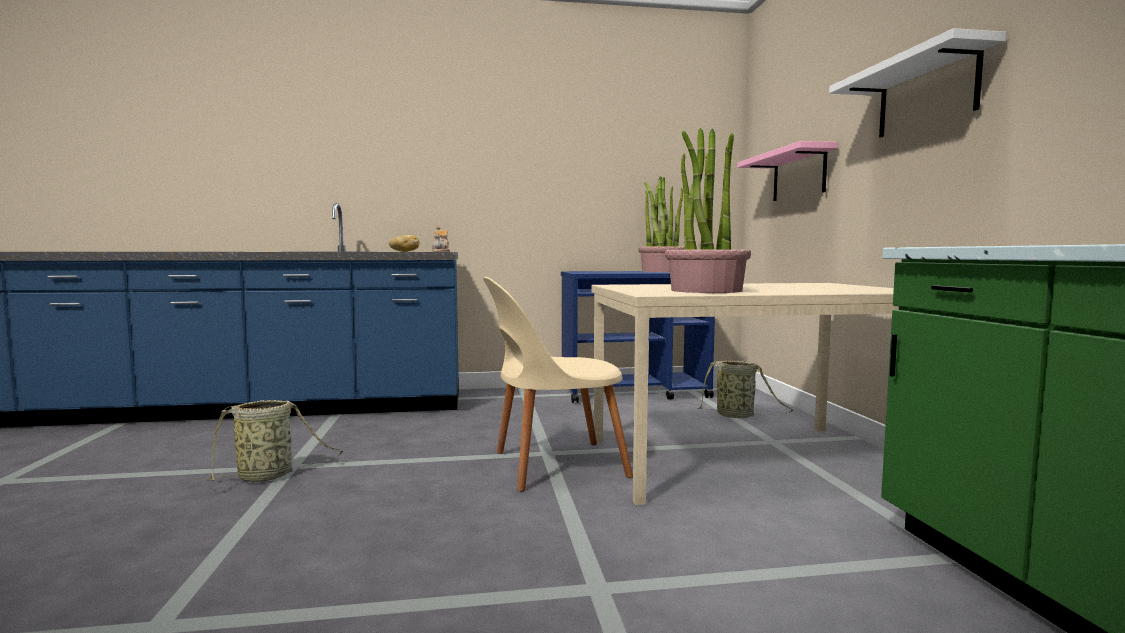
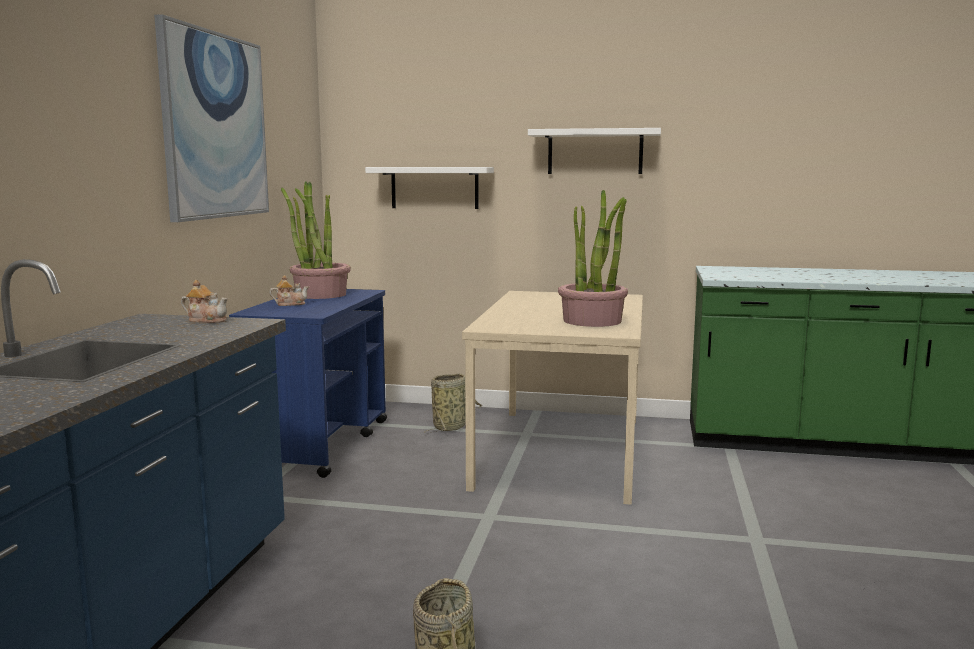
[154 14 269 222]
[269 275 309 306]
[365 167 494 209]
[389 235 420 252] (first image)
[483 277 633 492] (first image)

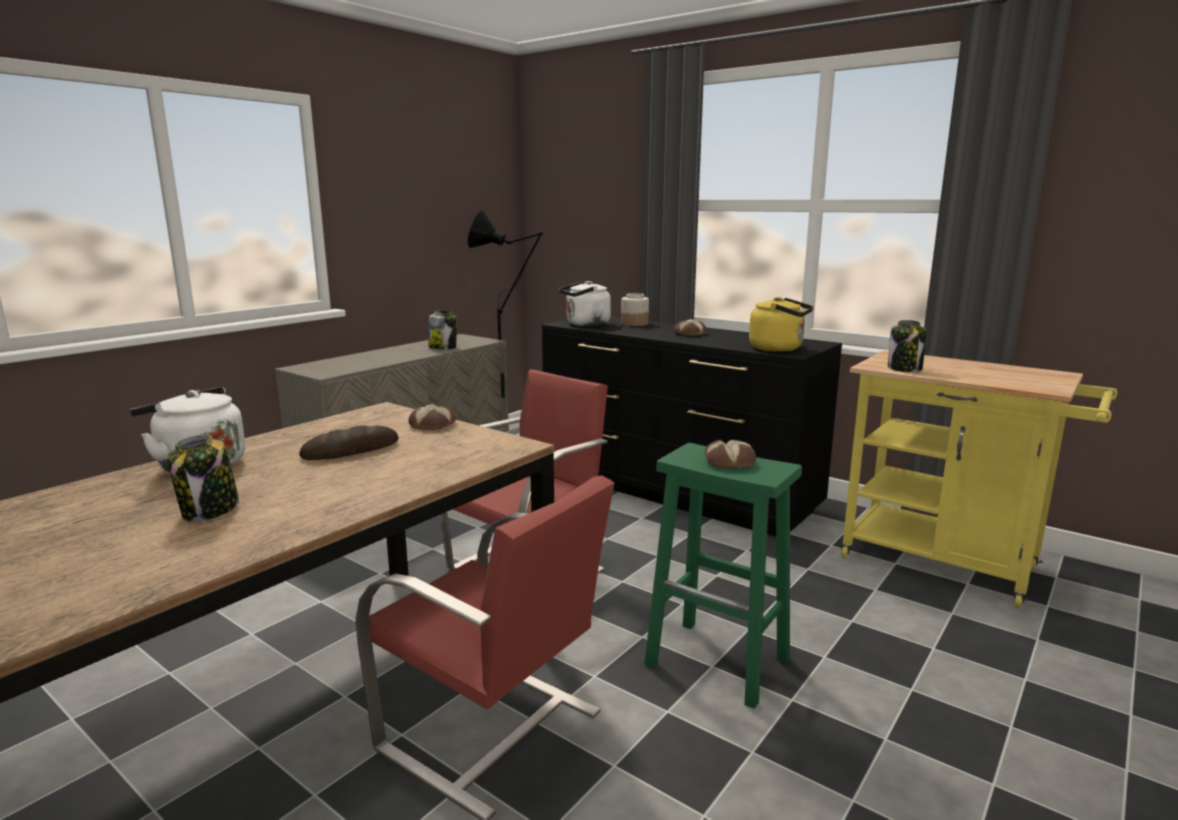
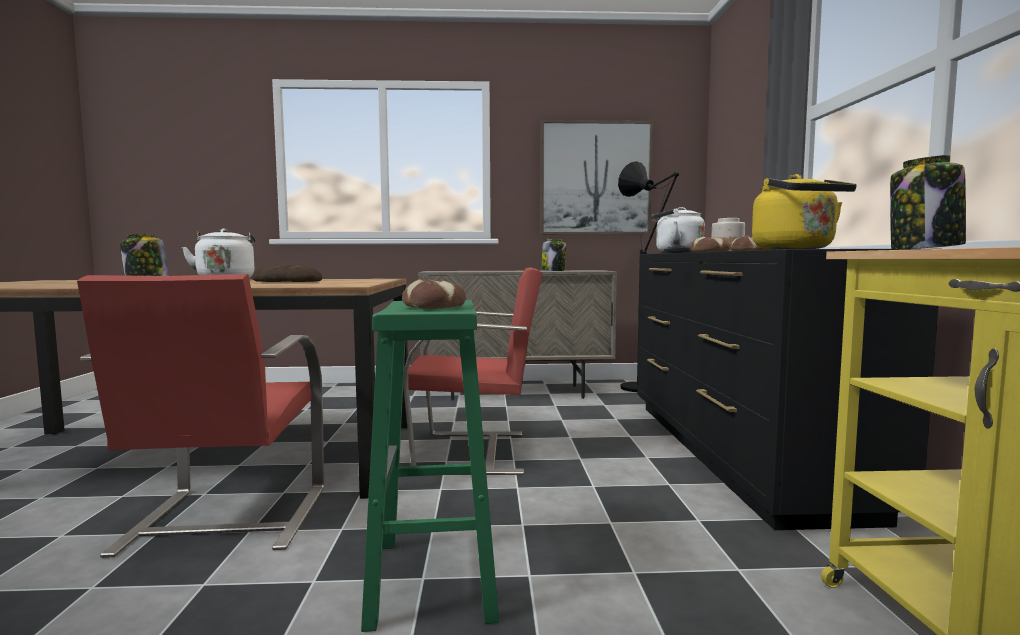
[541 120 653 235]
[690 237 730 252]

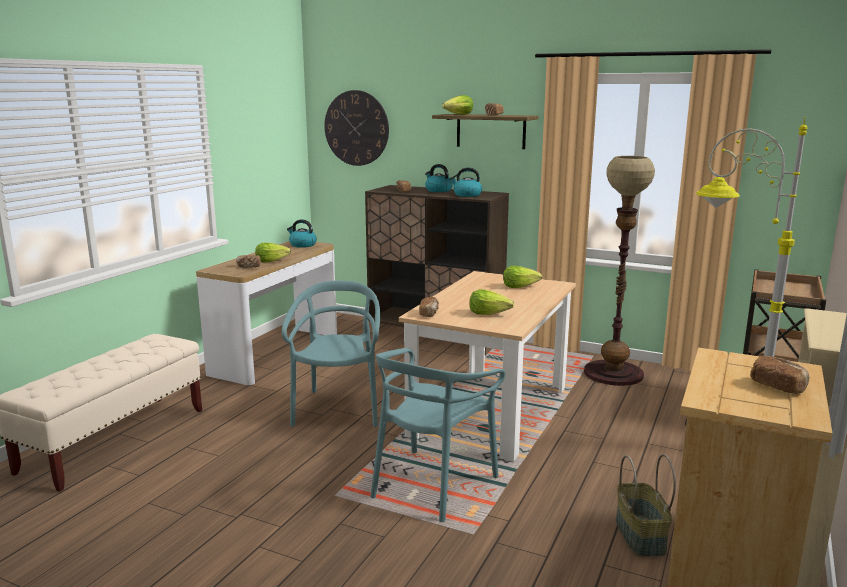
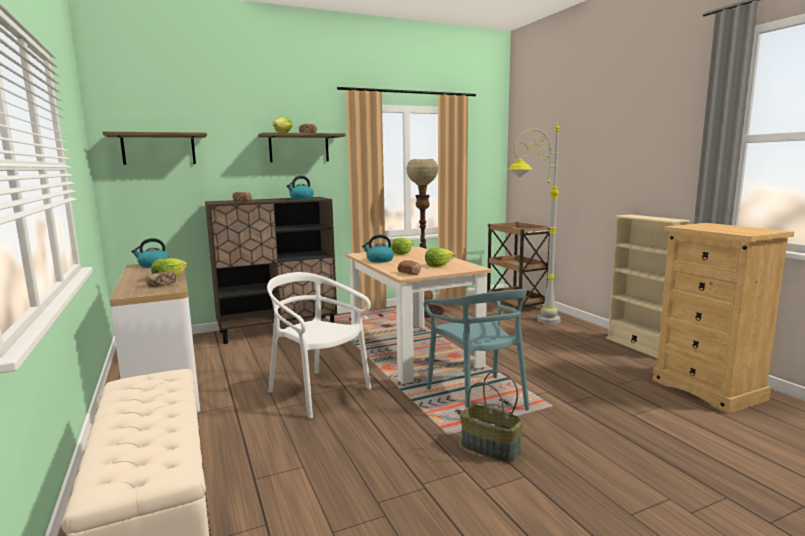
[103 131 207 165]
[267 272 371 418]
[362 235 394 263]
[460 371 523 463]
[750 356 810 394] (first image)

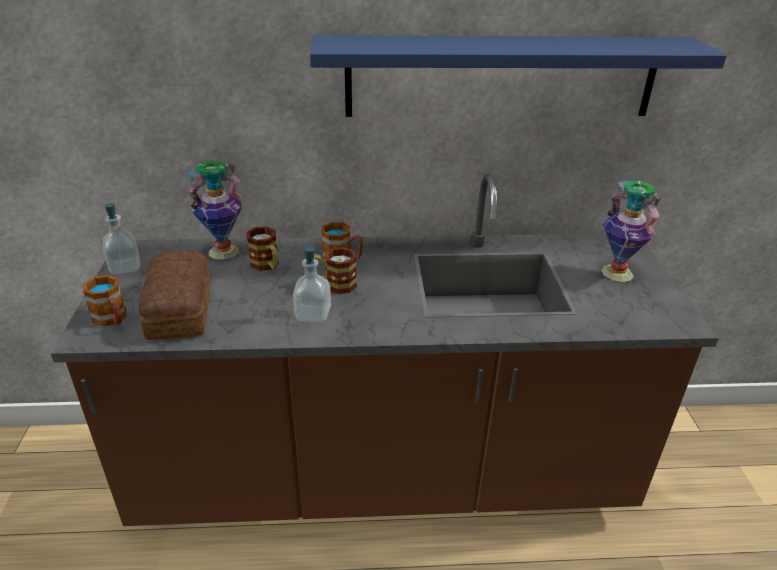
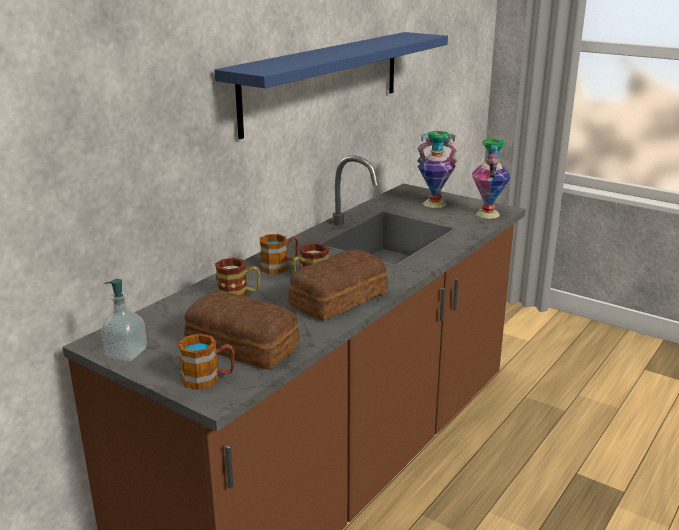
[288 249 388 321]
[472 139 511 219]

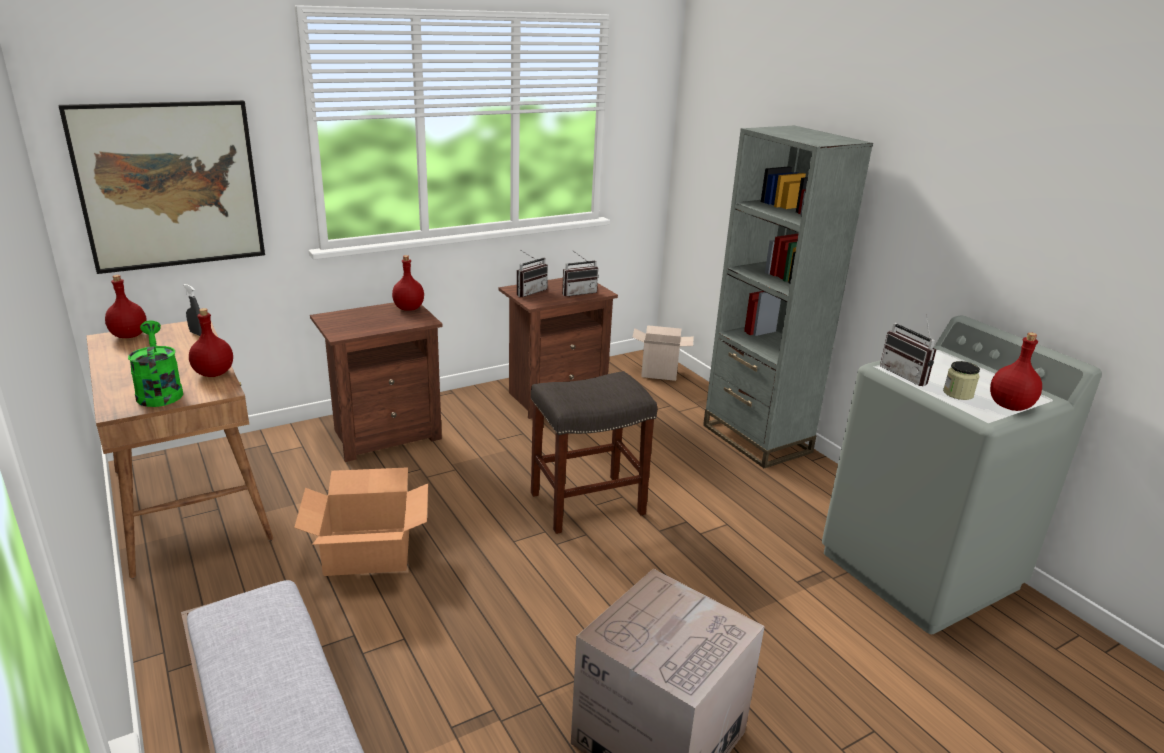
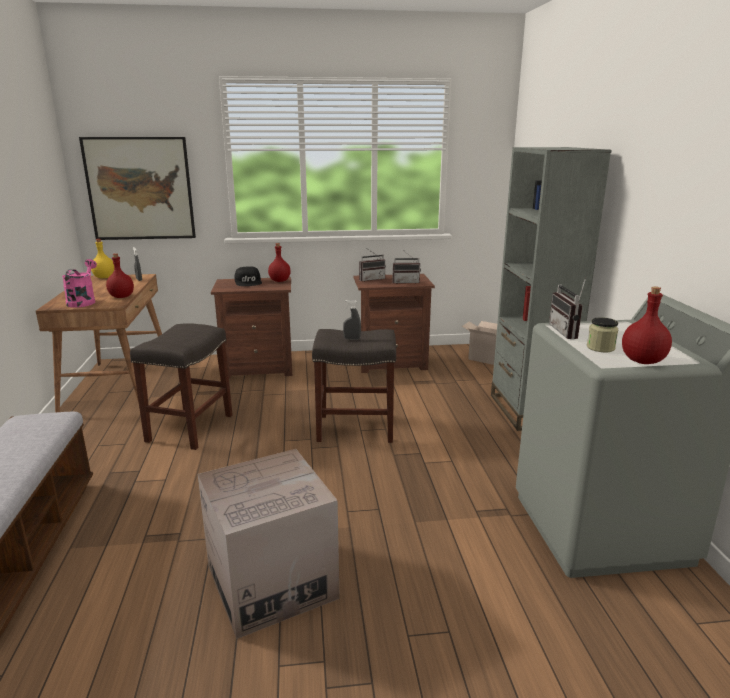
[62 259 97 308]
[91 239 114 278]
[130 323 233 450]
[235 266 262 286]
[343 300 361 340]

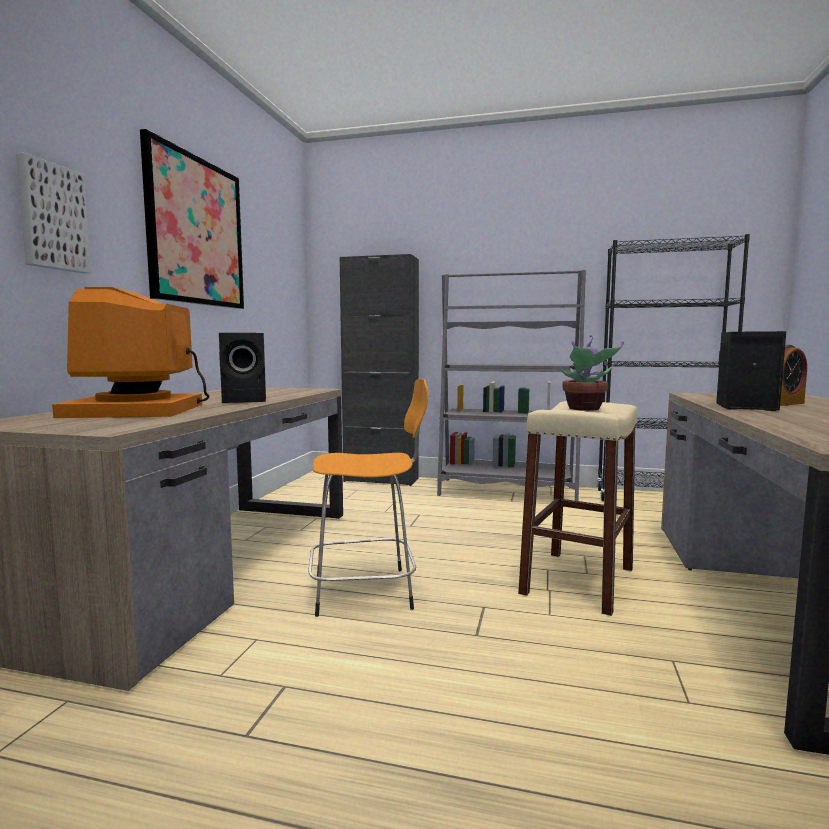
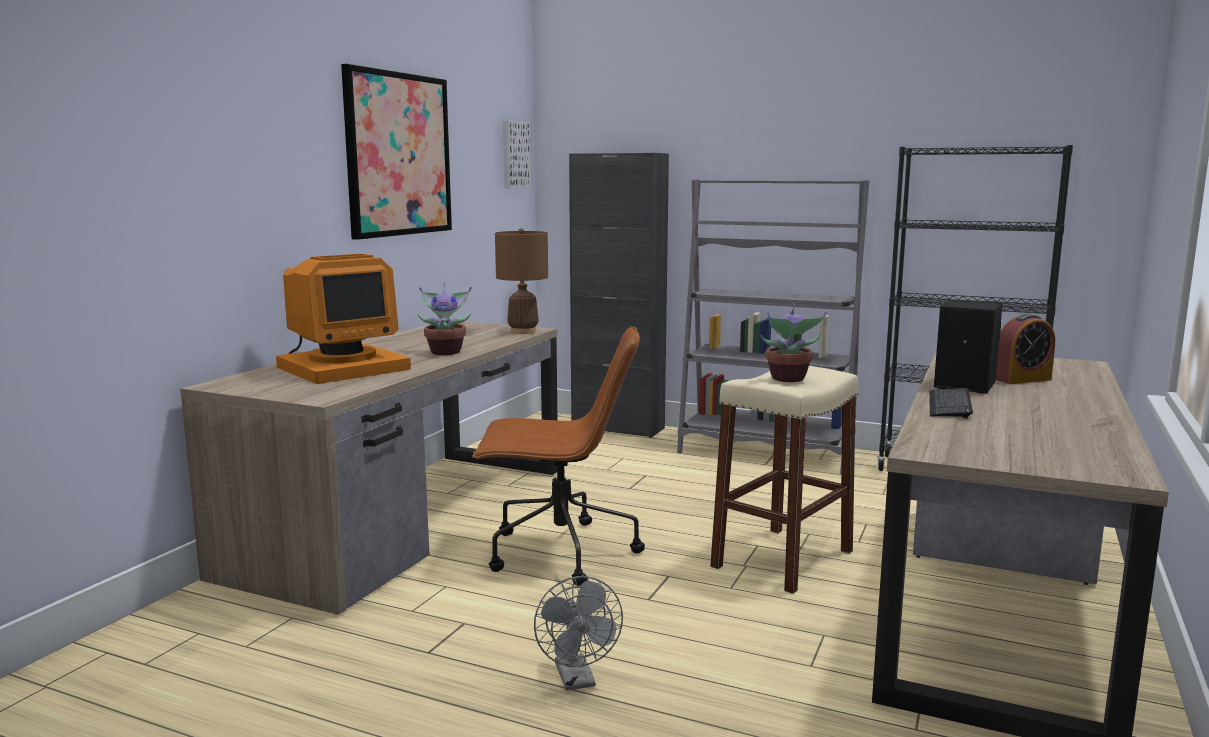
[276 254 411 384]
[417 283 472 355]
[472 326 645 586]
[495 228 548 334]
[503 120 531 188]
[534 576 623 690]
[929 388 973 419]

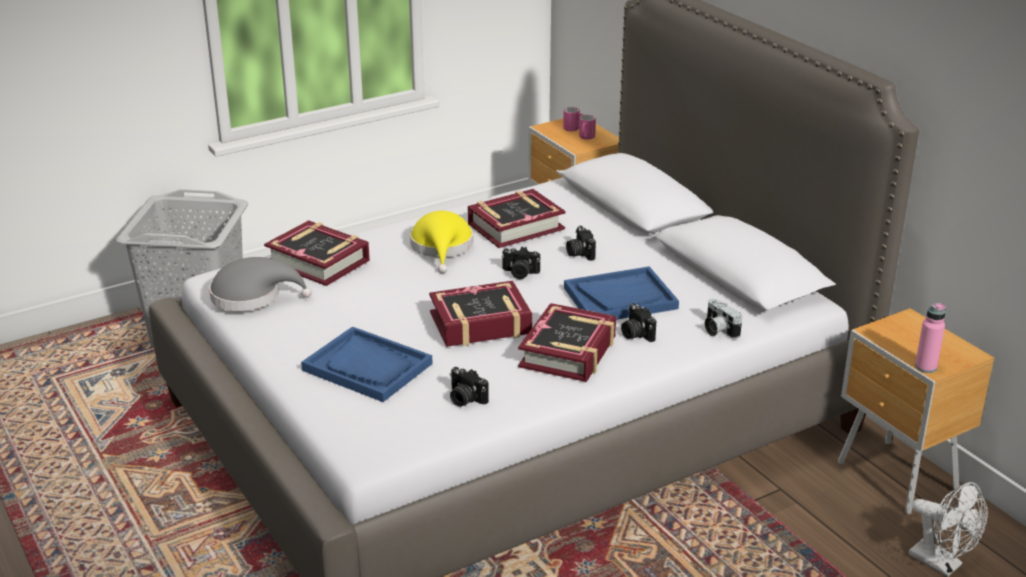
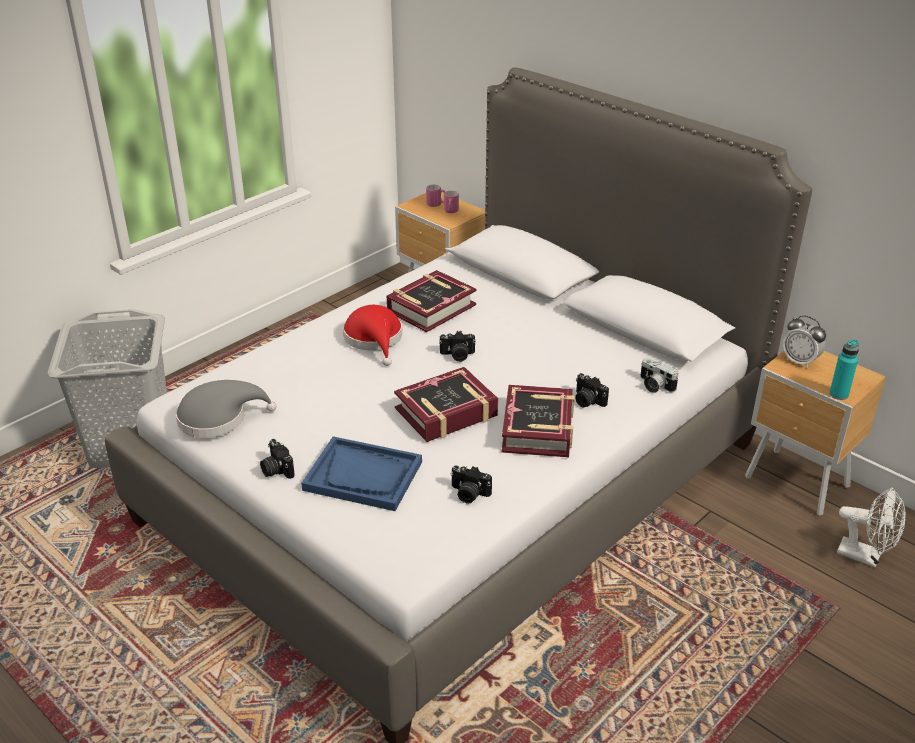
[260 439 295 479]
[343 305 402 366]
[783 315 826 369]
[829 339 859 400]
[264 220 370 286] (first image)
[564 266 679 320] (first image)

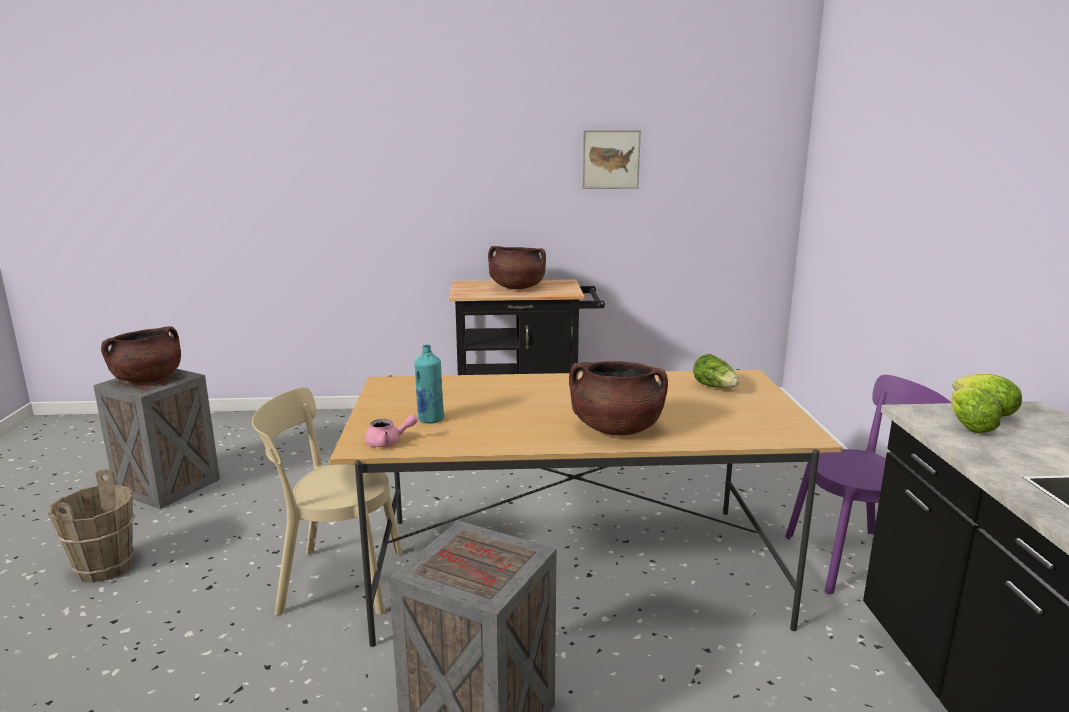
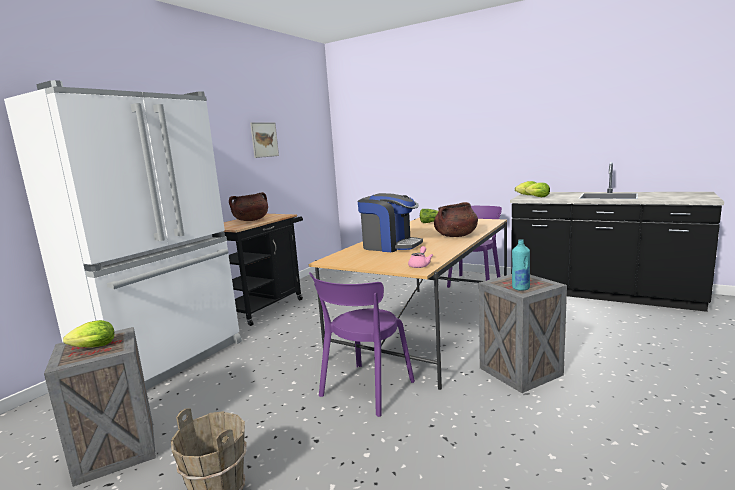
[4 80 242 390]
[63 320 114 347]
[309 272 415 417]
[358 193 423 252]
[512 240 530 291]

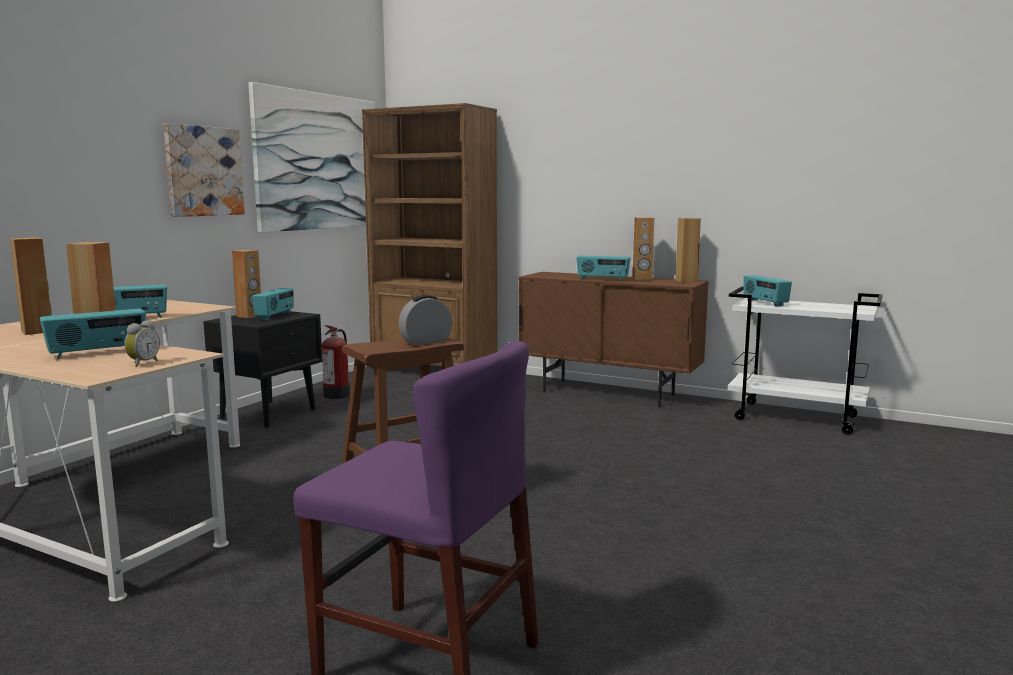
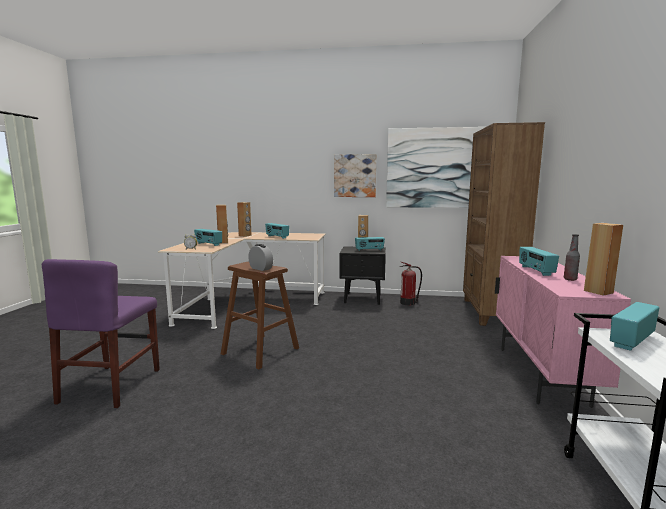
[495 256 631 408]
[564 234 580 281]

